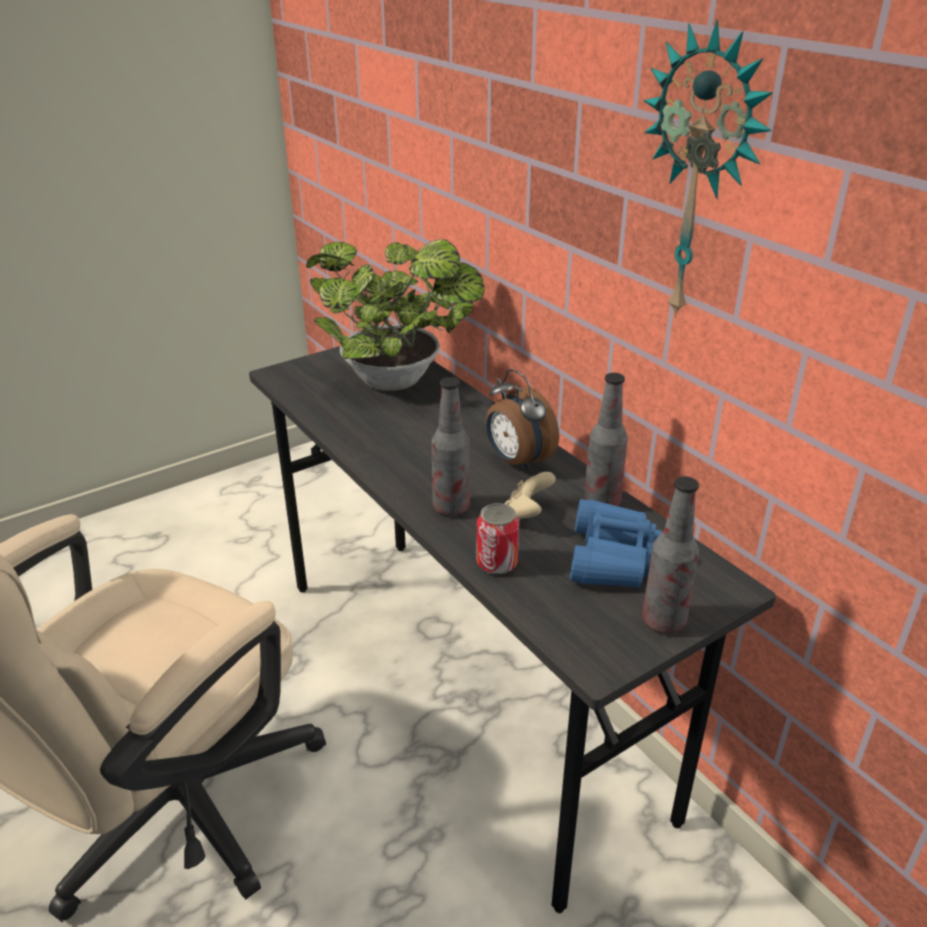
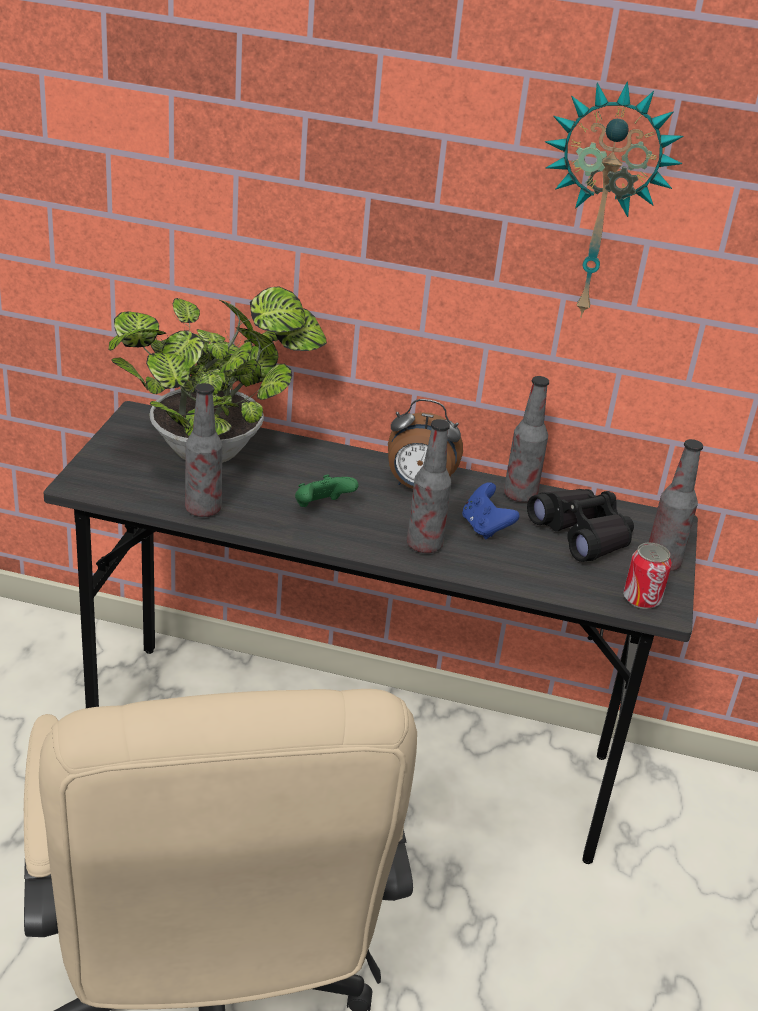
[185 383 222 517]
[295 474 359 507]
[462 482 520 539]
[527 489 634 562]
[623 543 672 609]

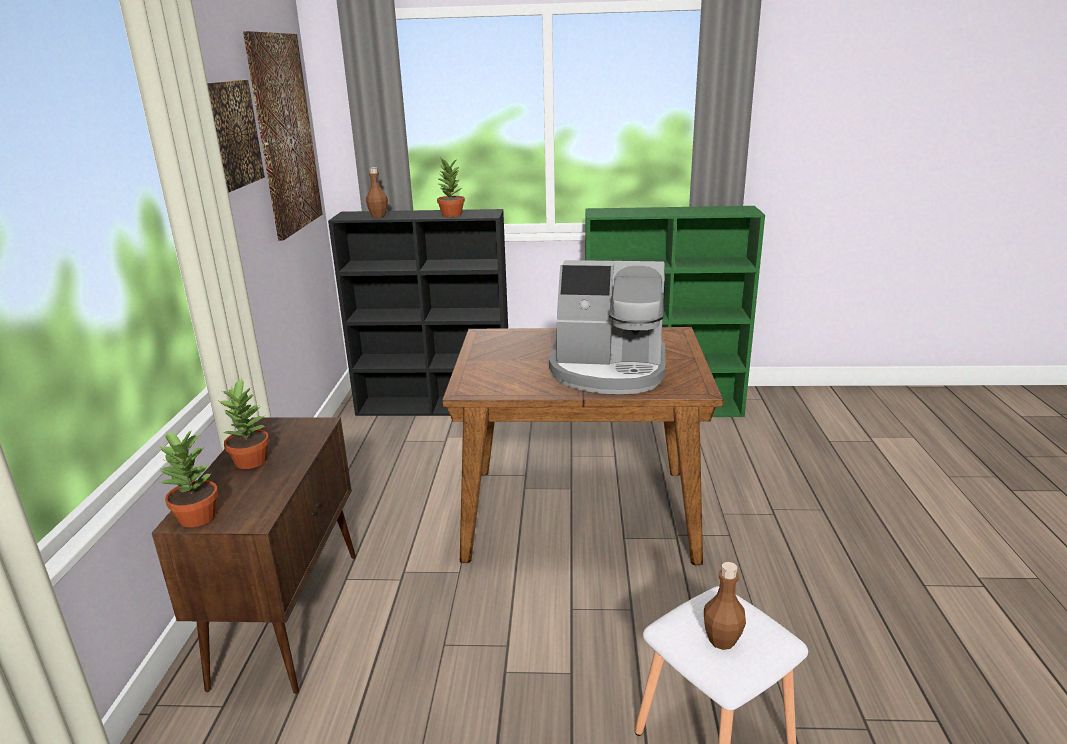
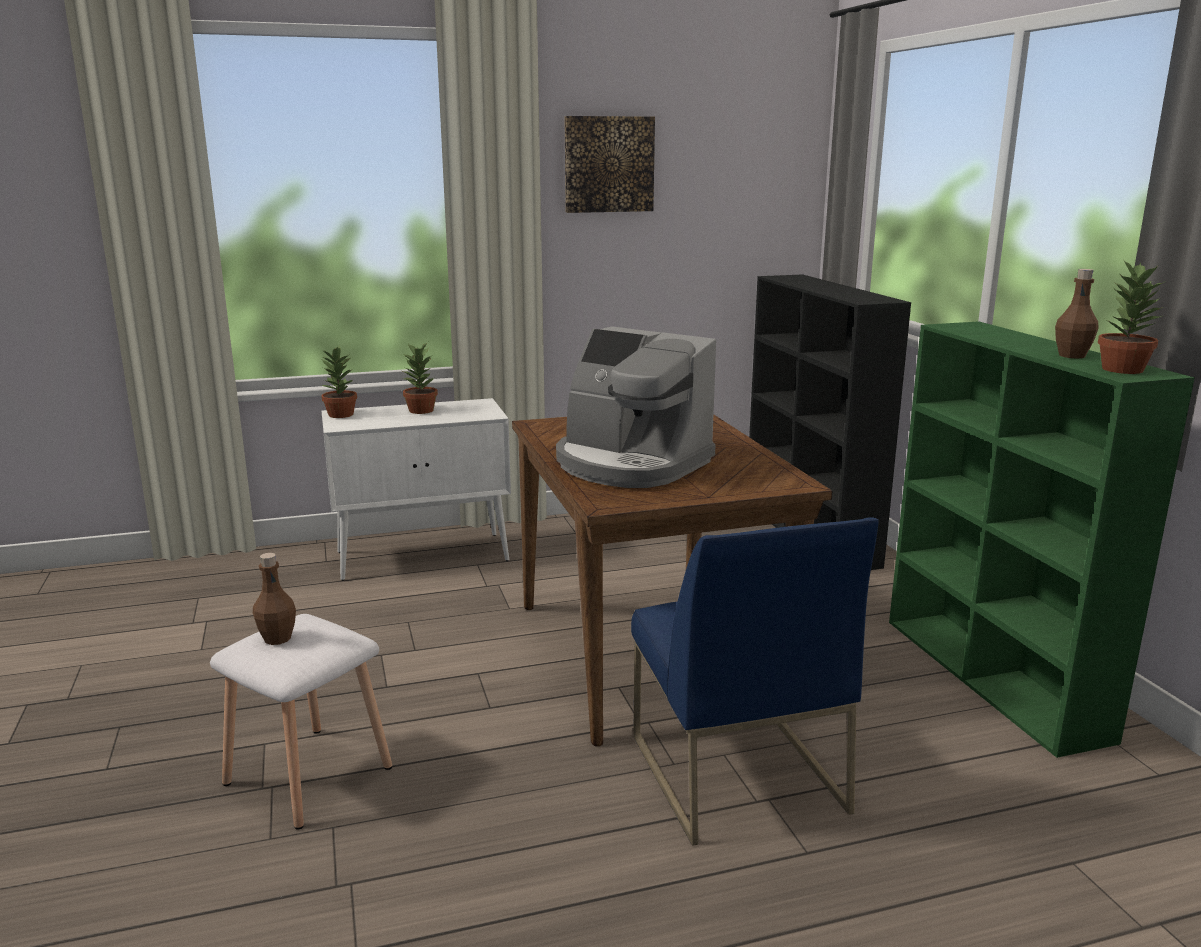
[322 398 511 581]
[556 326 716 488]
[631 517 879 846]
[1055 269 1098 359]
[1098 259 1166 374]
[243 31 323 241] (first image)

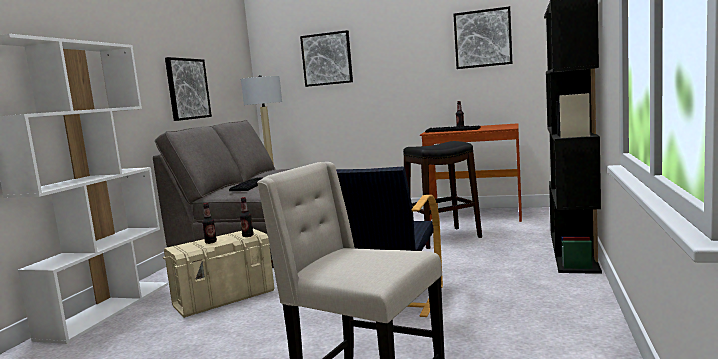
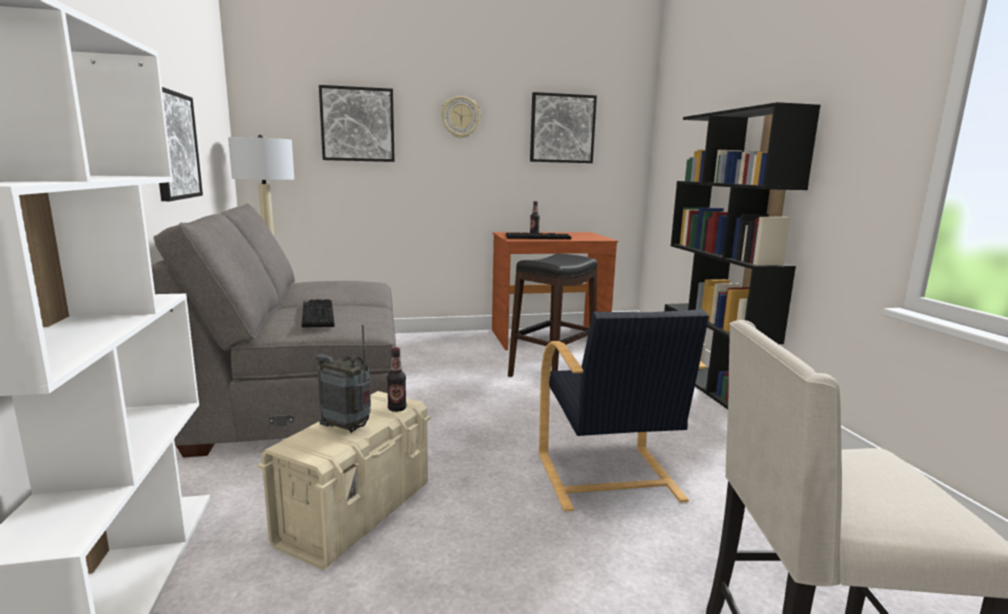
[316 325 371 433]
[441 96 481 138]

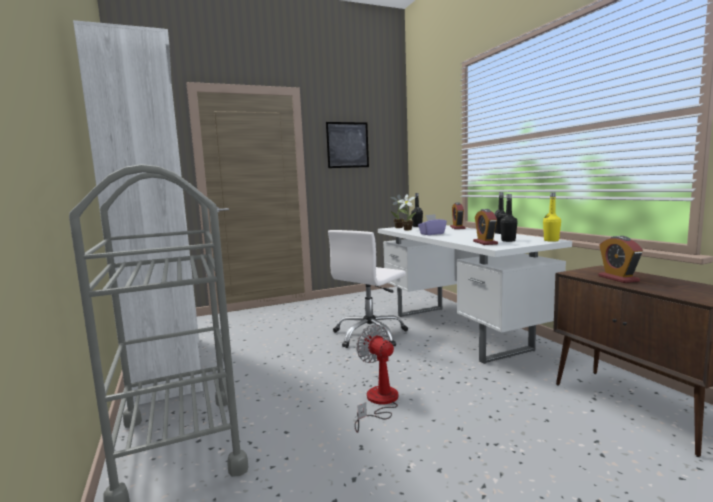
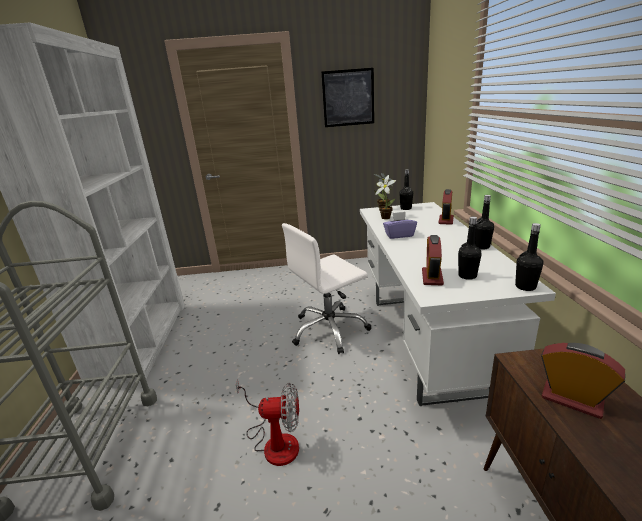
[236 379 299 466]
[515 223 543 291]
[541 343 626 419]

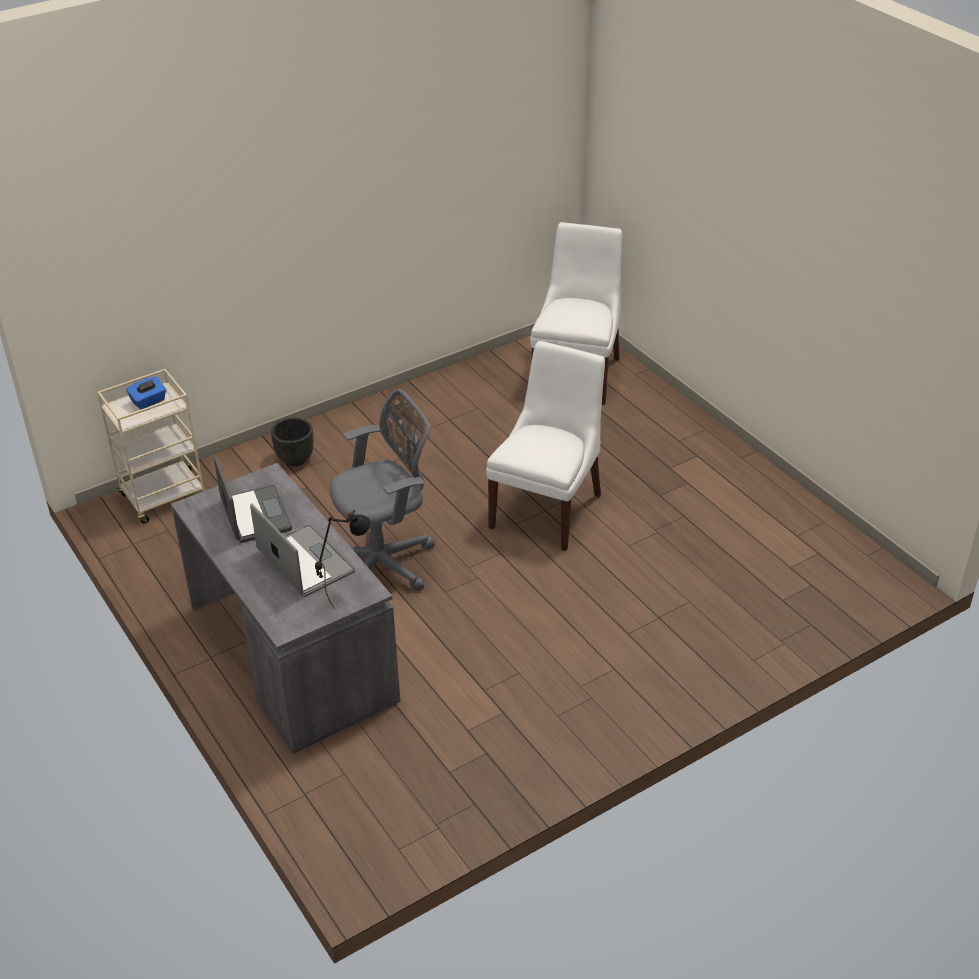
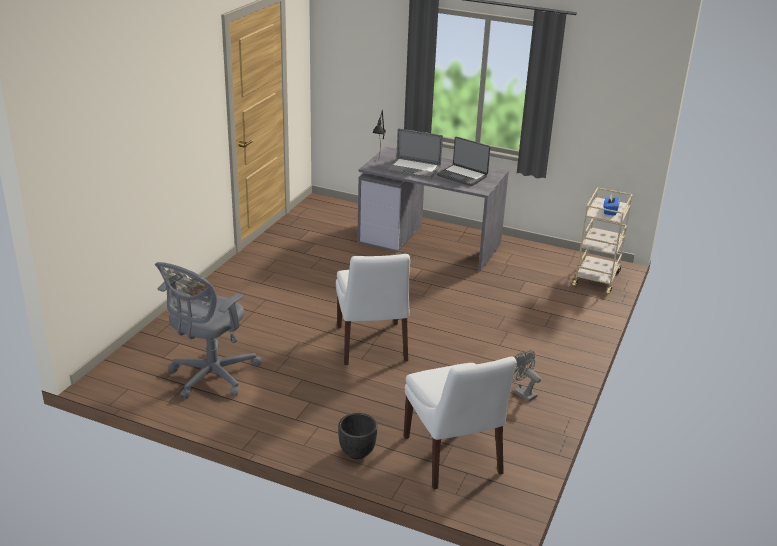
[155 262 262 399]
[338 413 377 459]
[512 350 541 402]

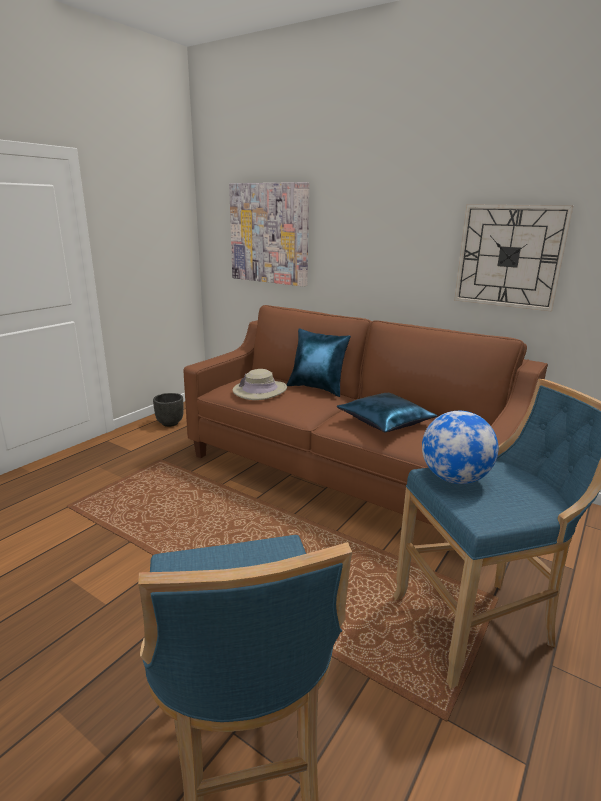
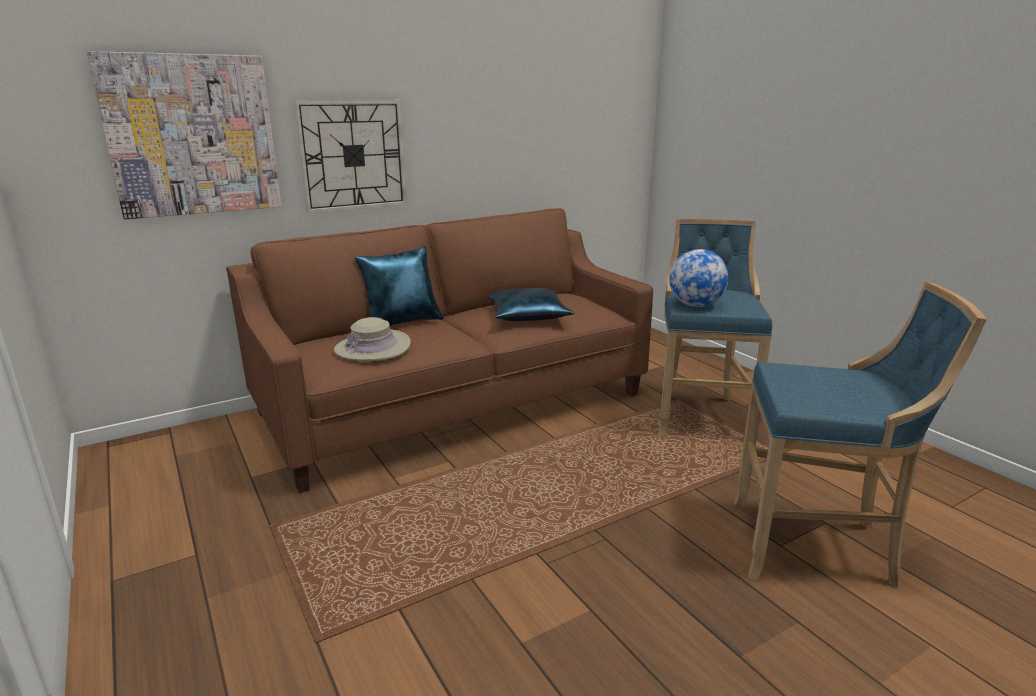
[294 100 407 213]
[153 393 184 427] (first image)

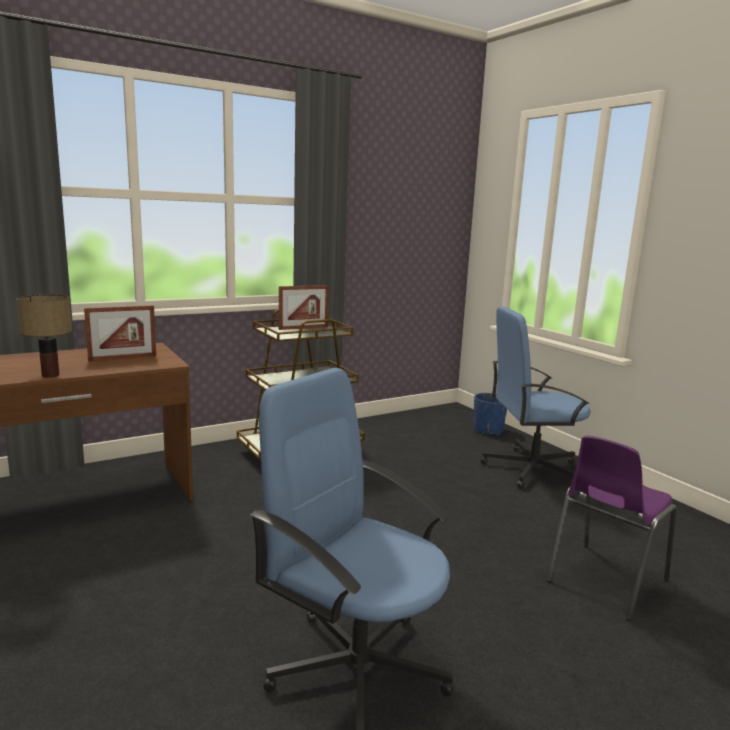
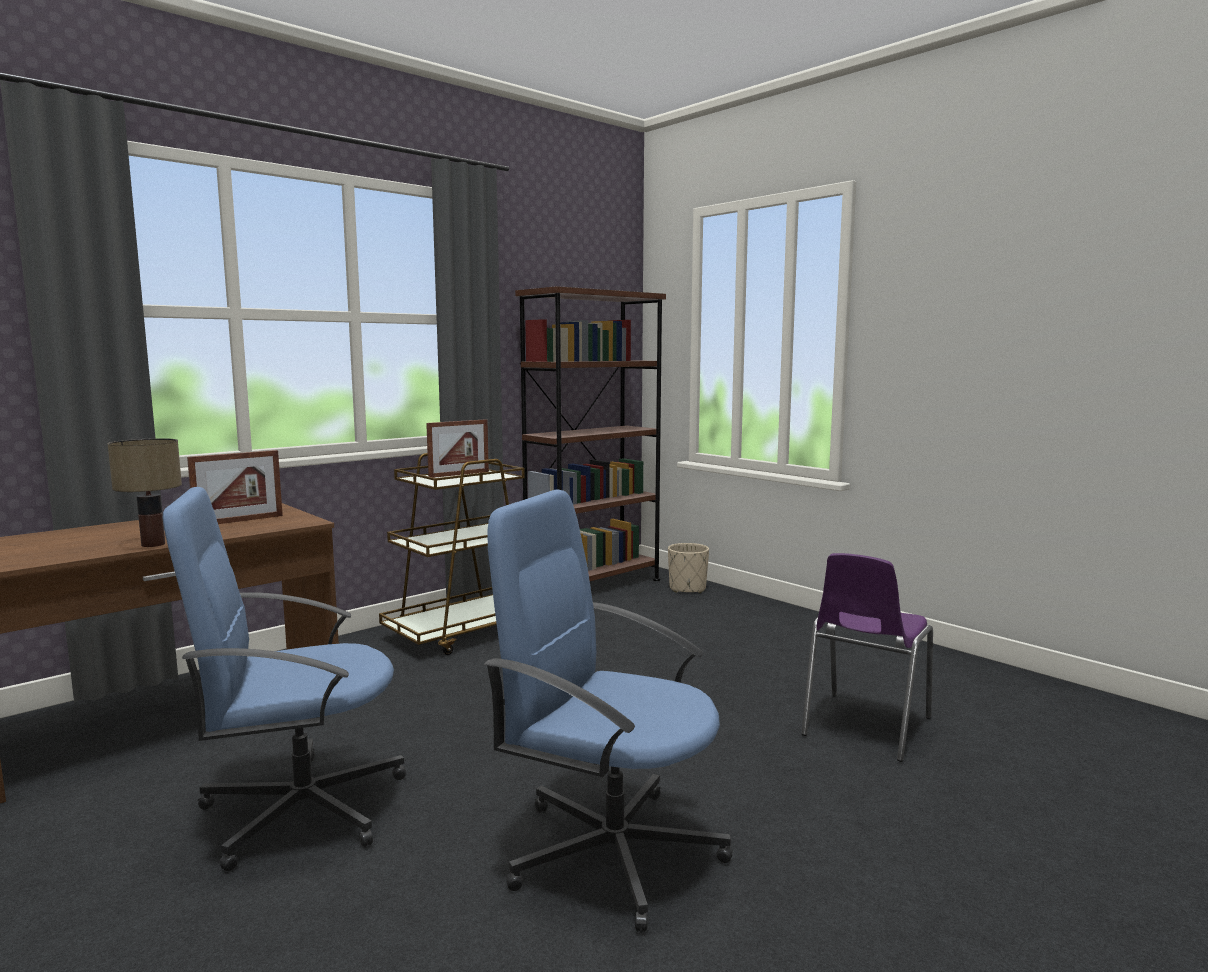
[162 487 406 872]
[515 286 666 581]
[668 543 709 593]

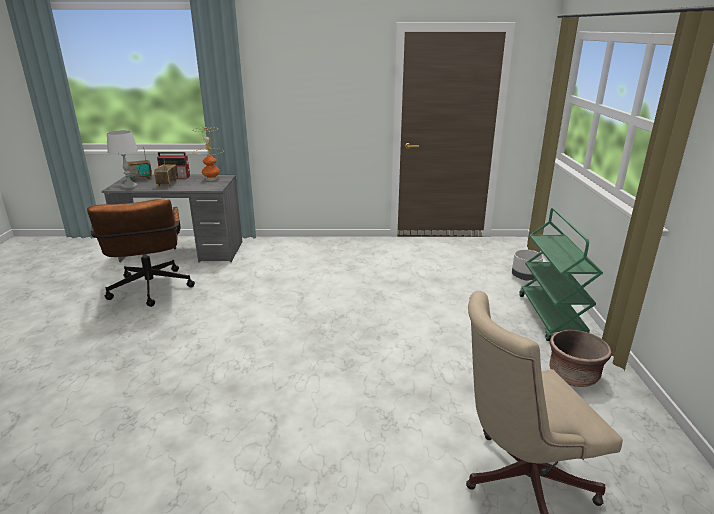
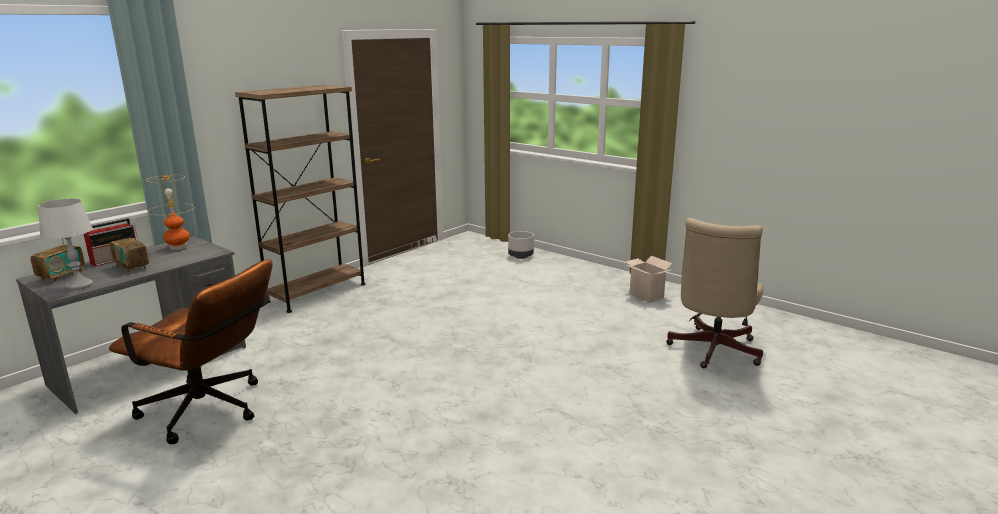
[235 85 366 313]
[625 256 672 303]
[519 208 603 341] (first image)

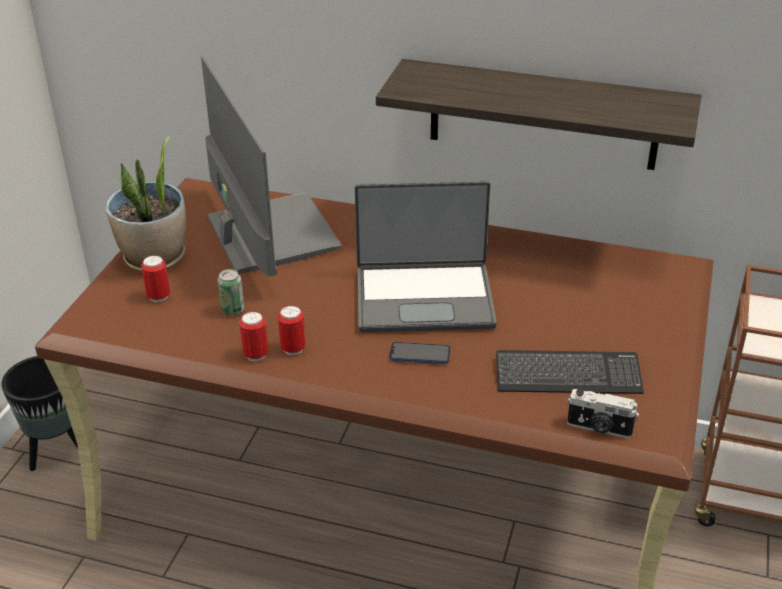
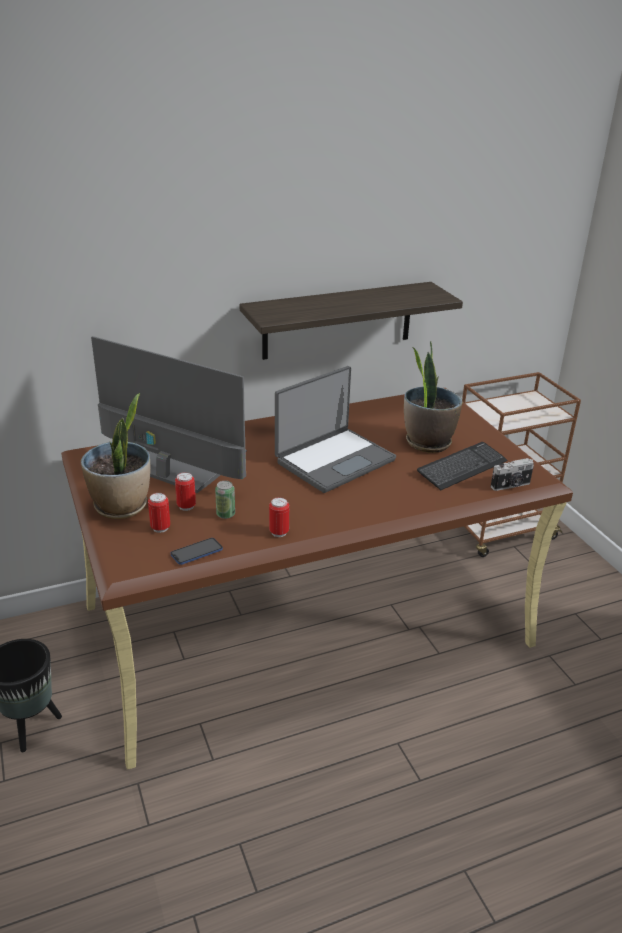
[170 538 223 565]
[175 472 196 511]
[404 341 463 453]

